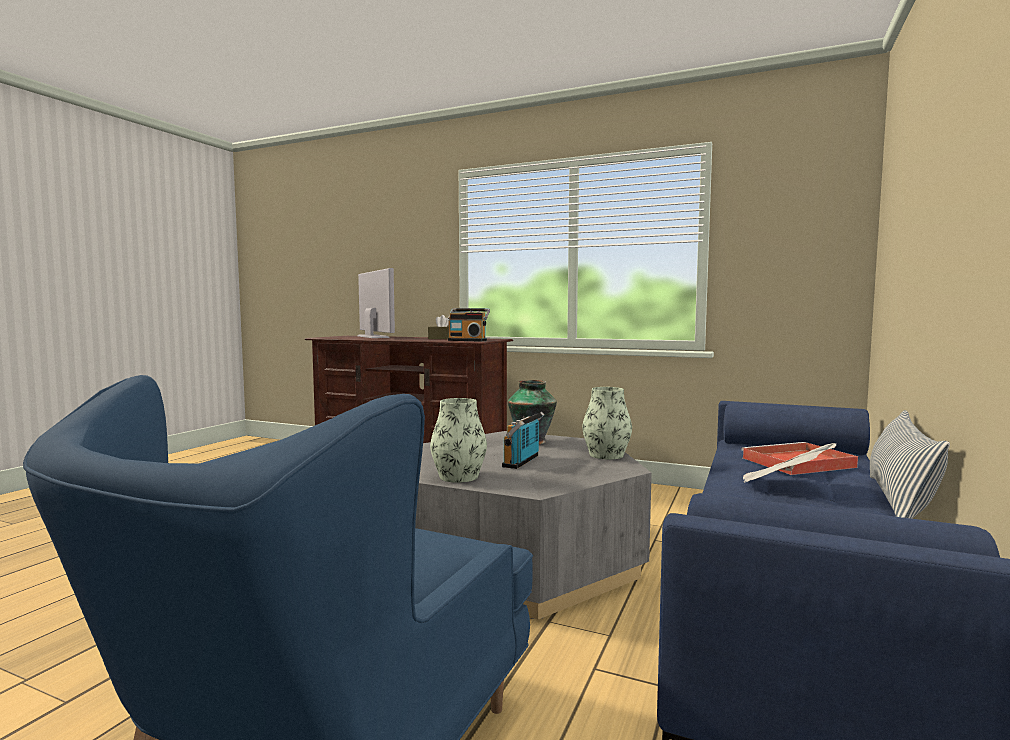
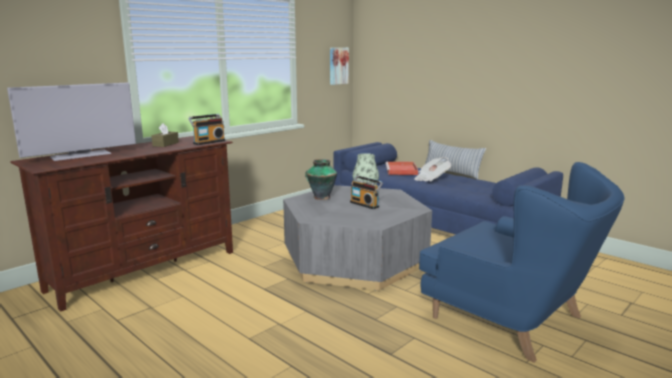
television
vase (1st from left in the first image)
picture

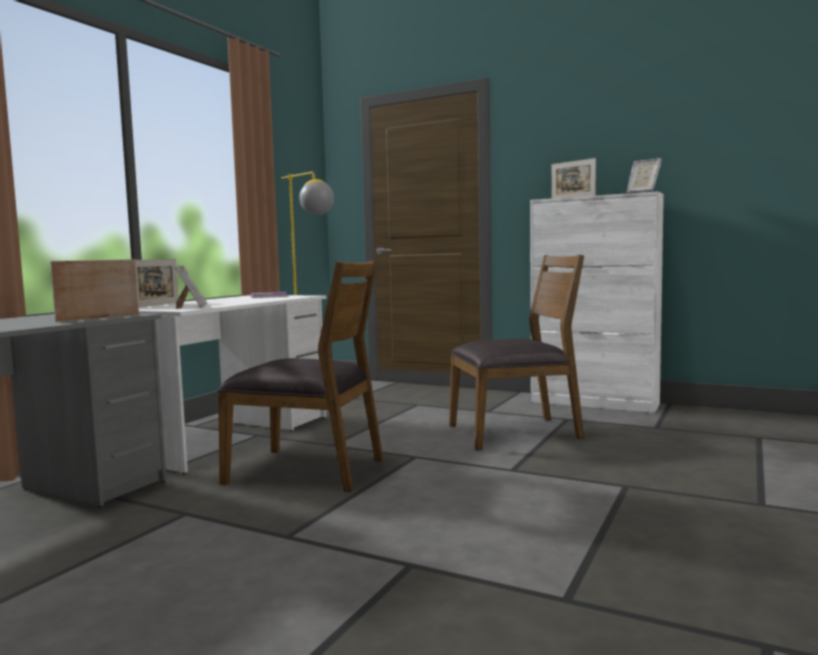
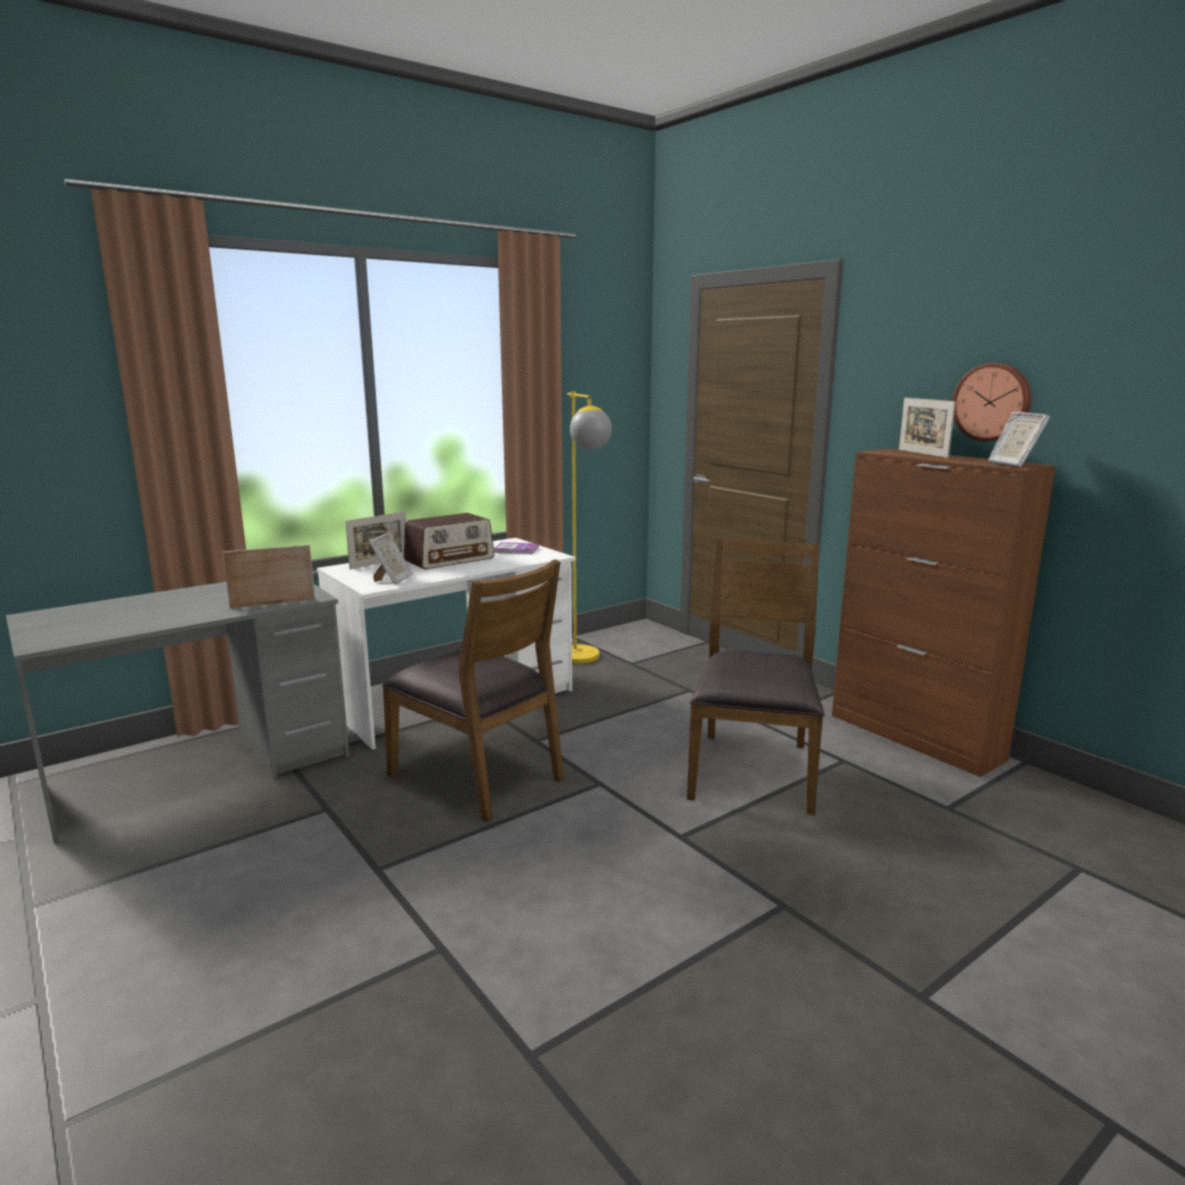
brown cabinet
brown chair (2nd from left)
wall clock
radio

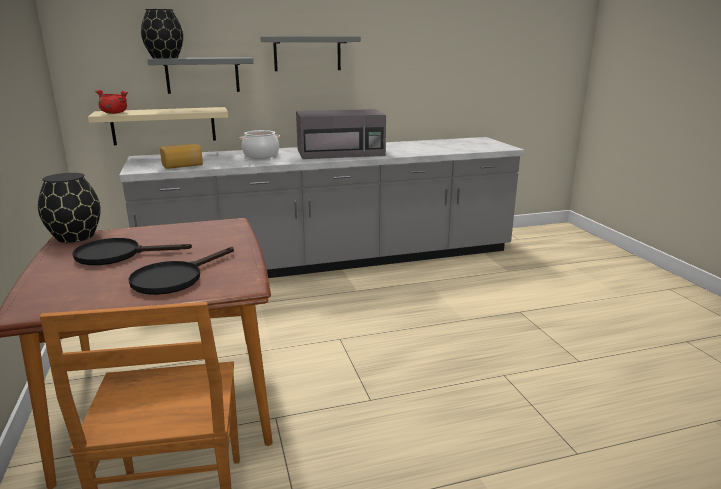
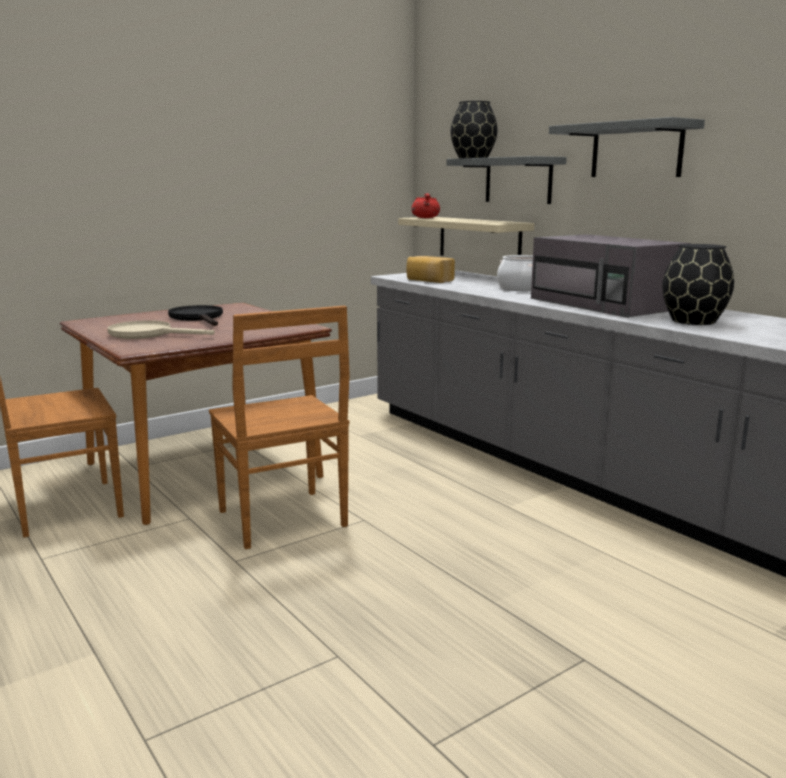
black vase (2nd from left)
beige frying pan
brown chair (2nd from left)

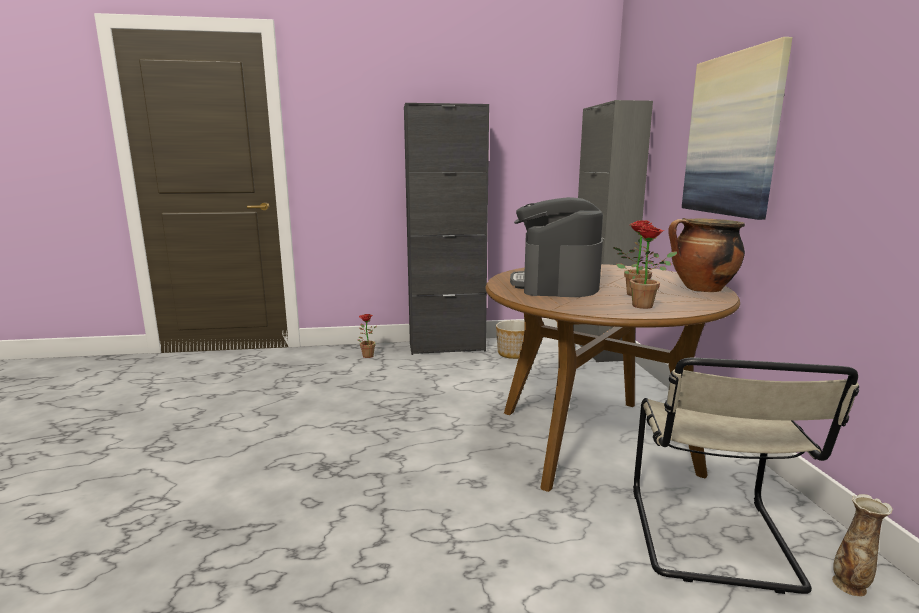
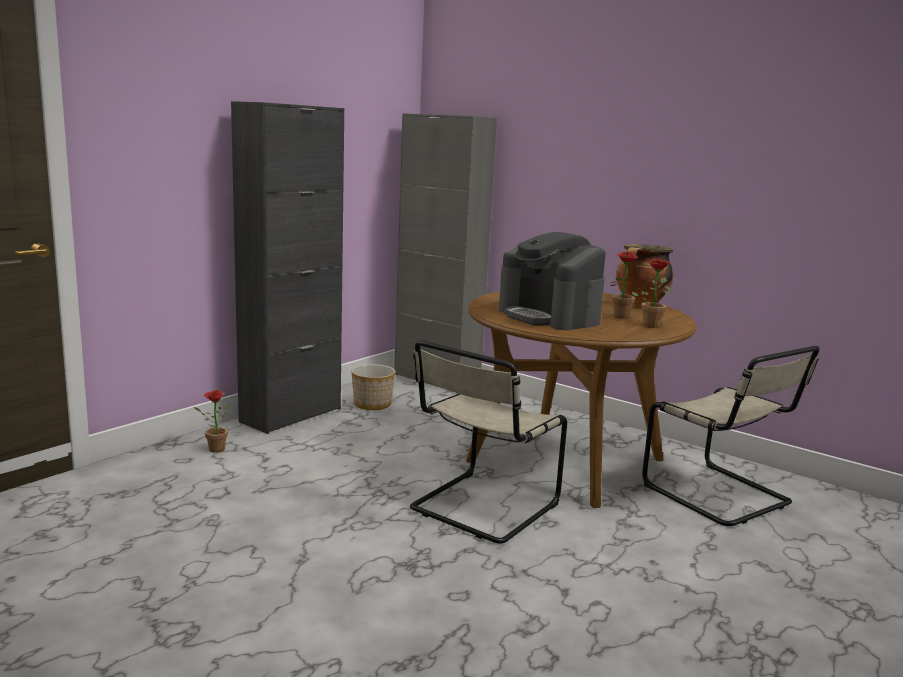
picture
vase
beige chair (1st from left)

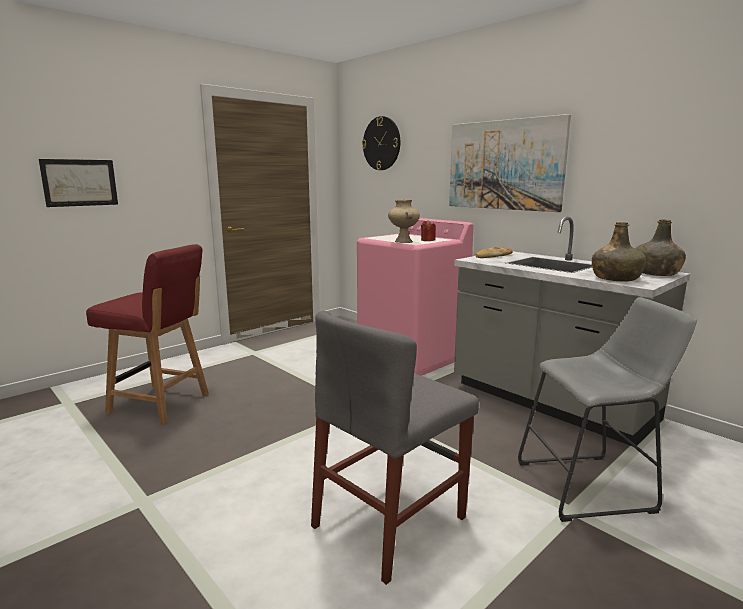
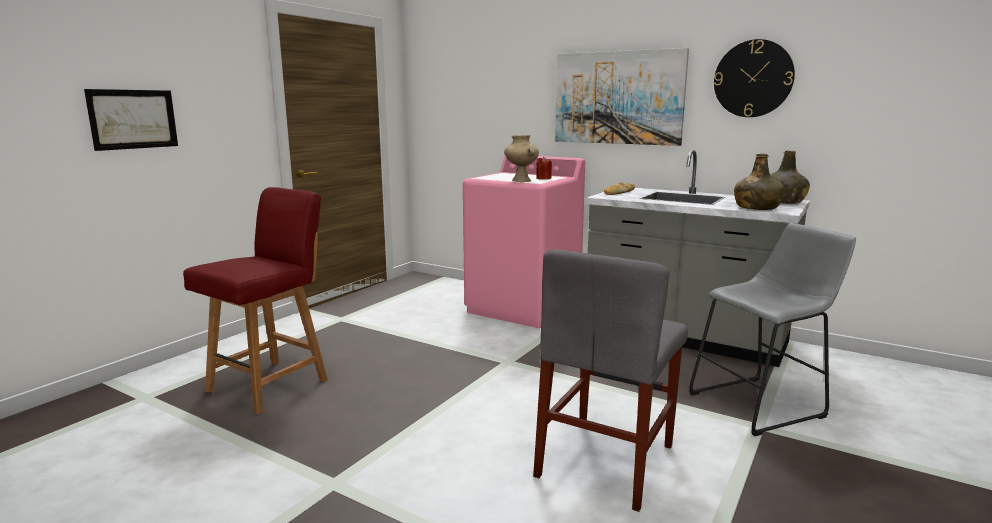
wall clock
red chair

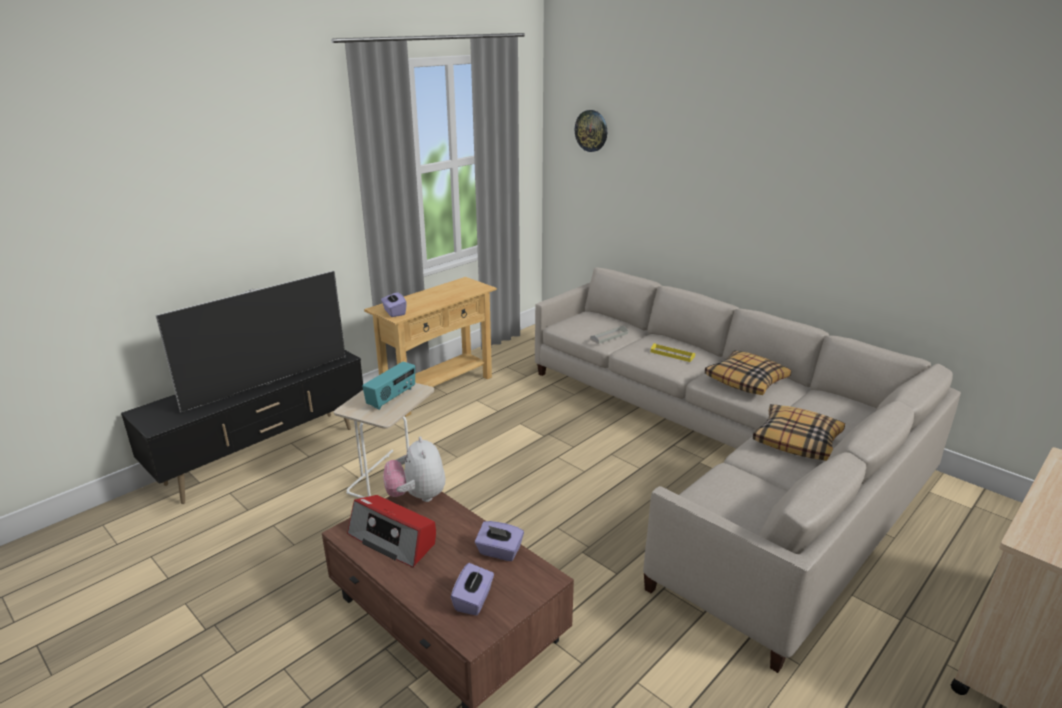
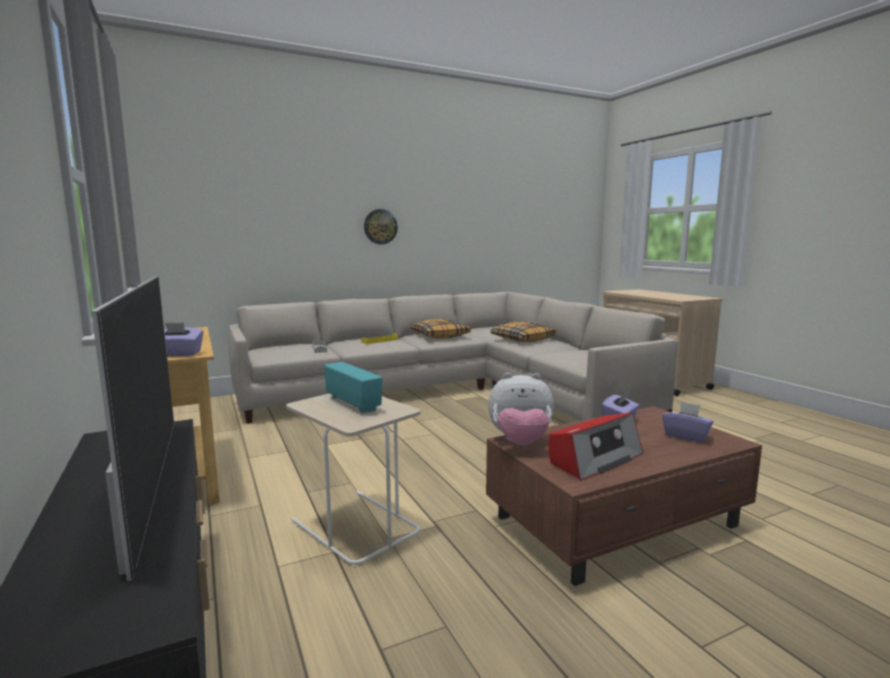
wall clock

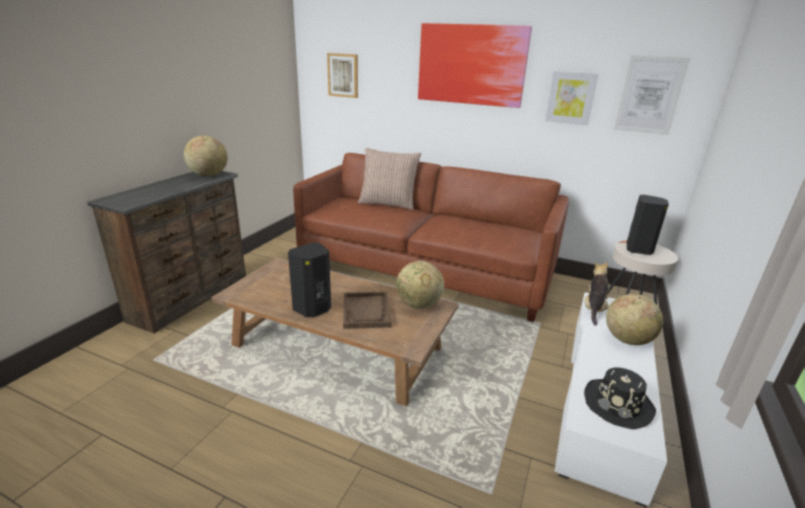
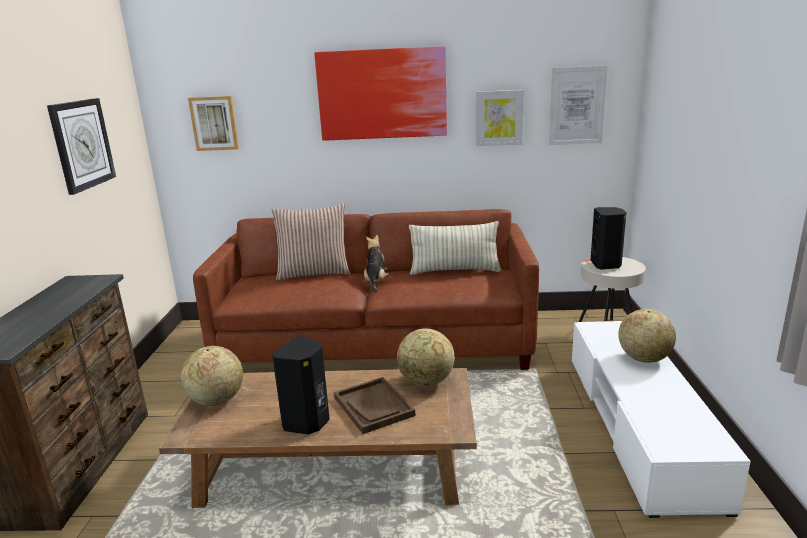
globe (1st from left)
plush toy
black hat
wall clock
pillow (2nd from left)

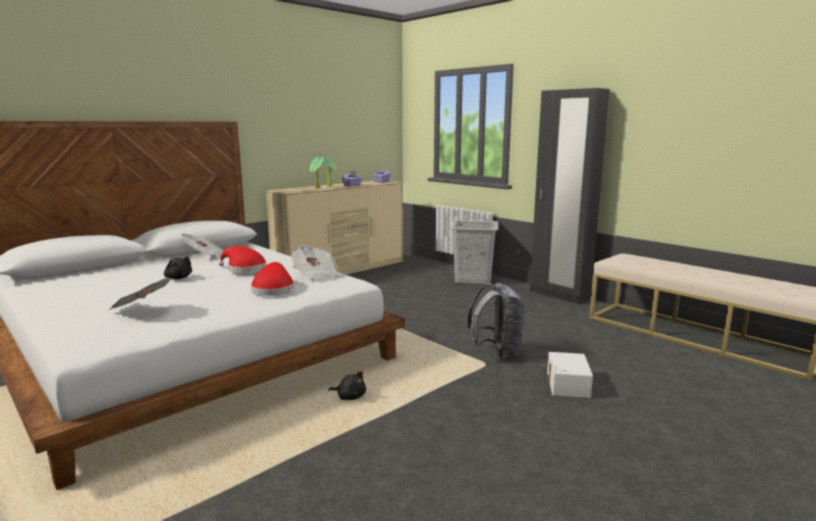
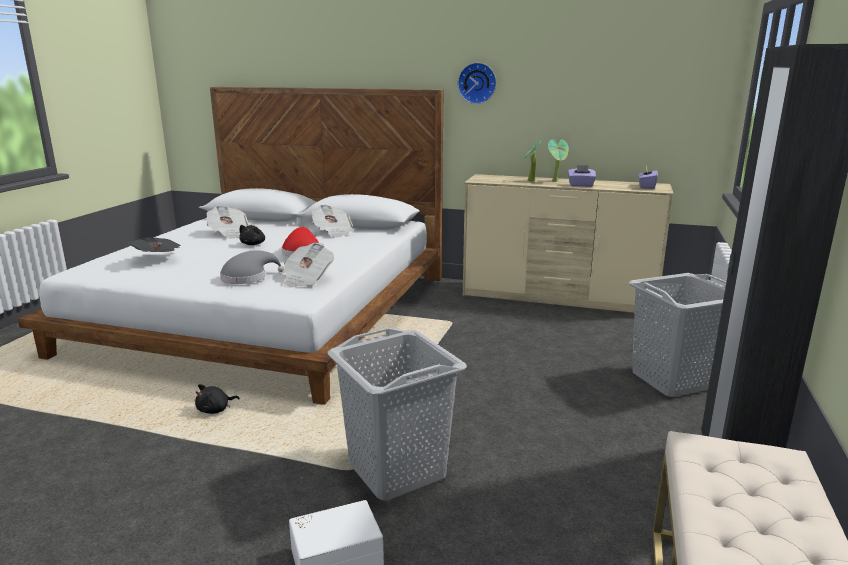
grey hat
grey laundry basket (1st from left)
black plush toy (1st from left)
wall clock
newspaper (2nd from left)

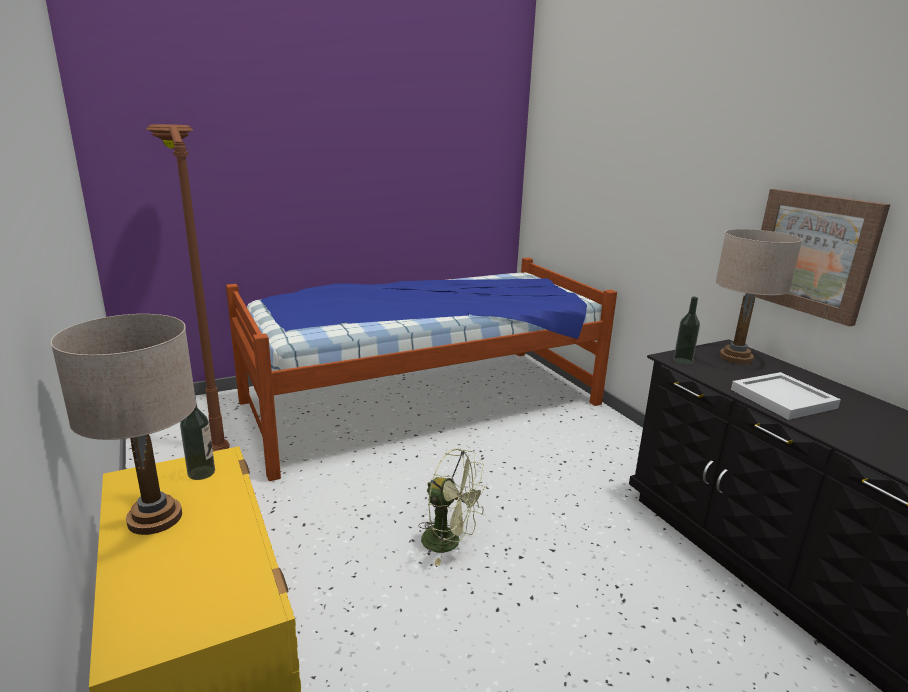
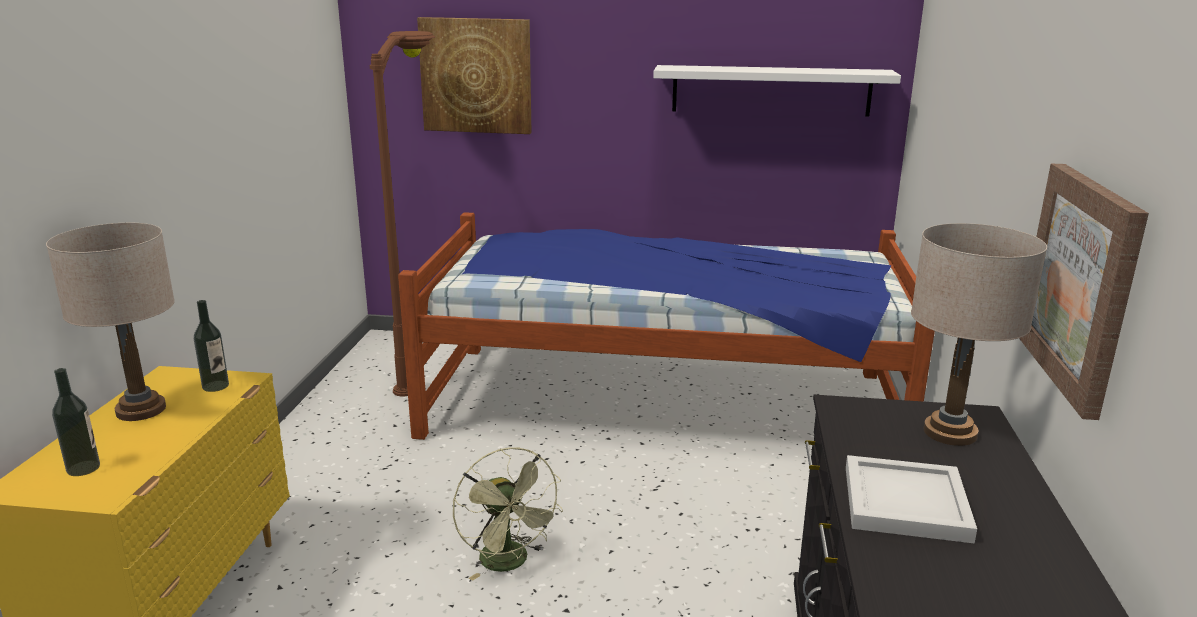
bottle (1st from left)
picture (1st from left)
white shelf

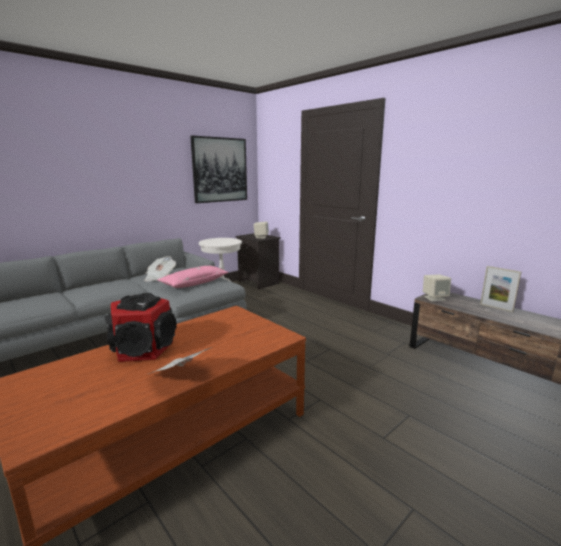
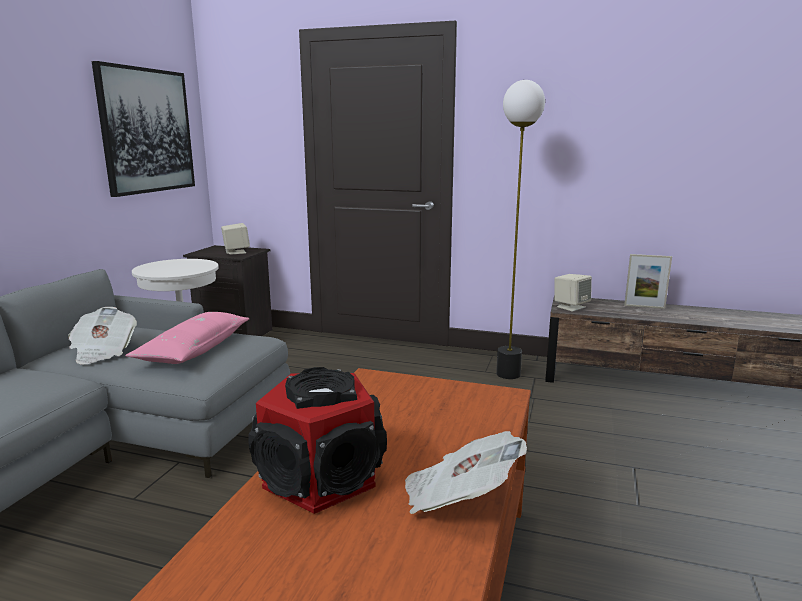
floor lamp

